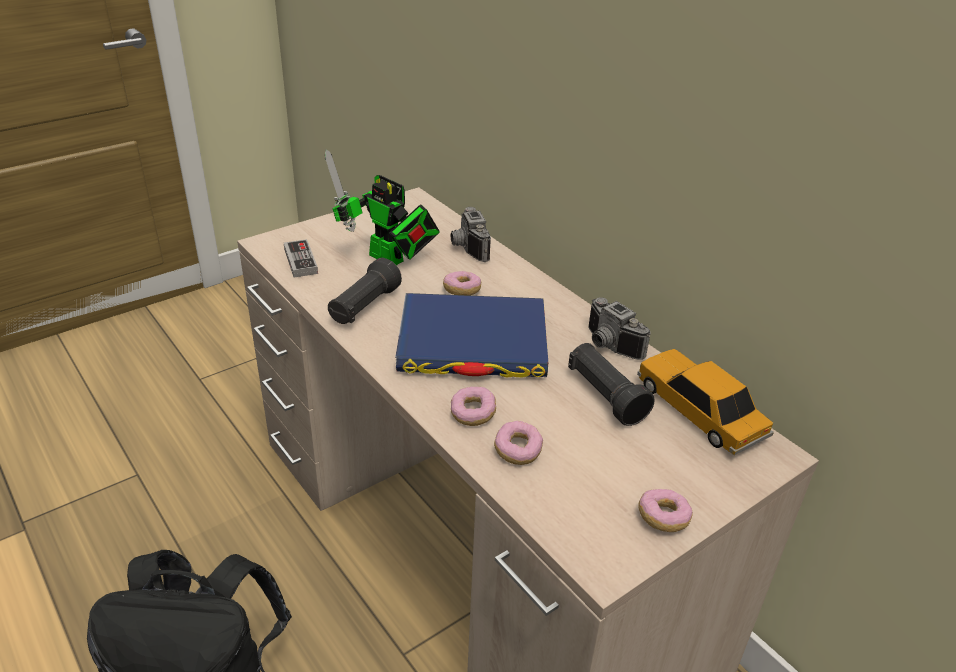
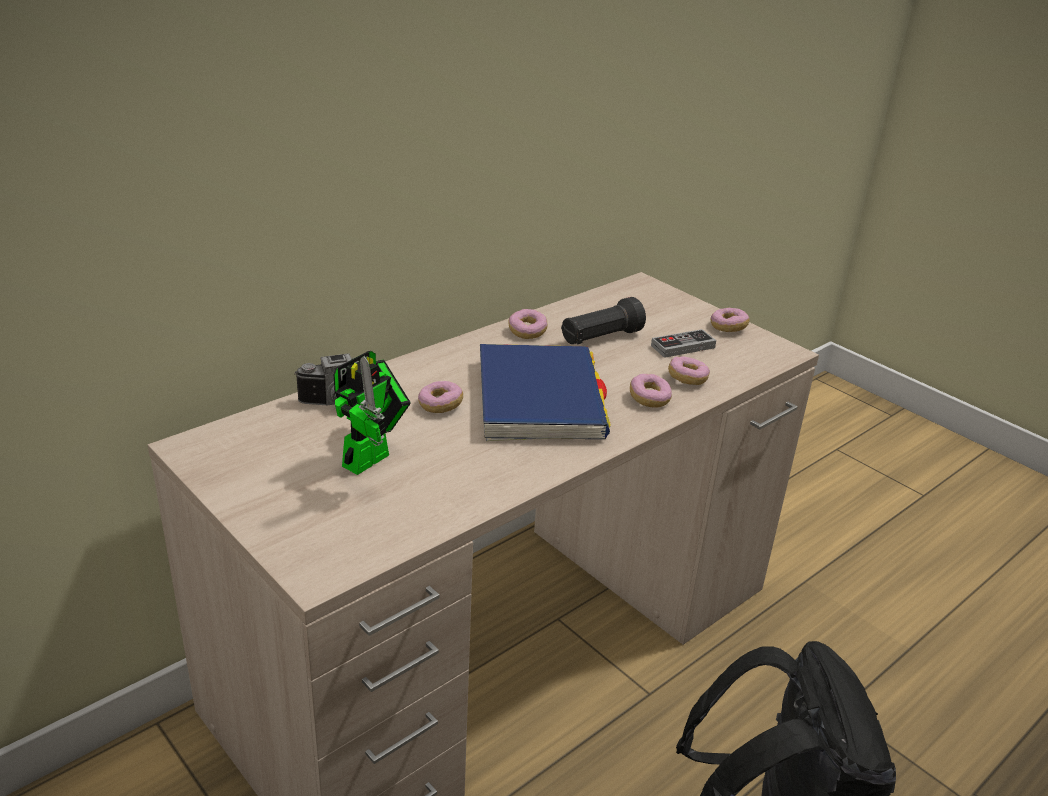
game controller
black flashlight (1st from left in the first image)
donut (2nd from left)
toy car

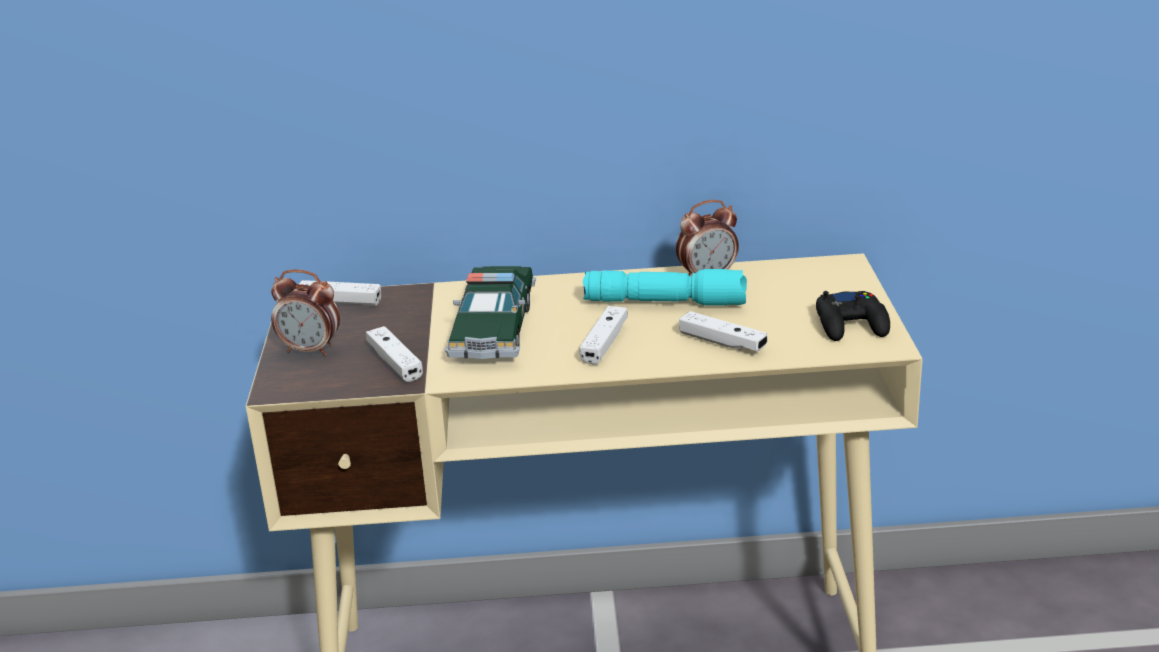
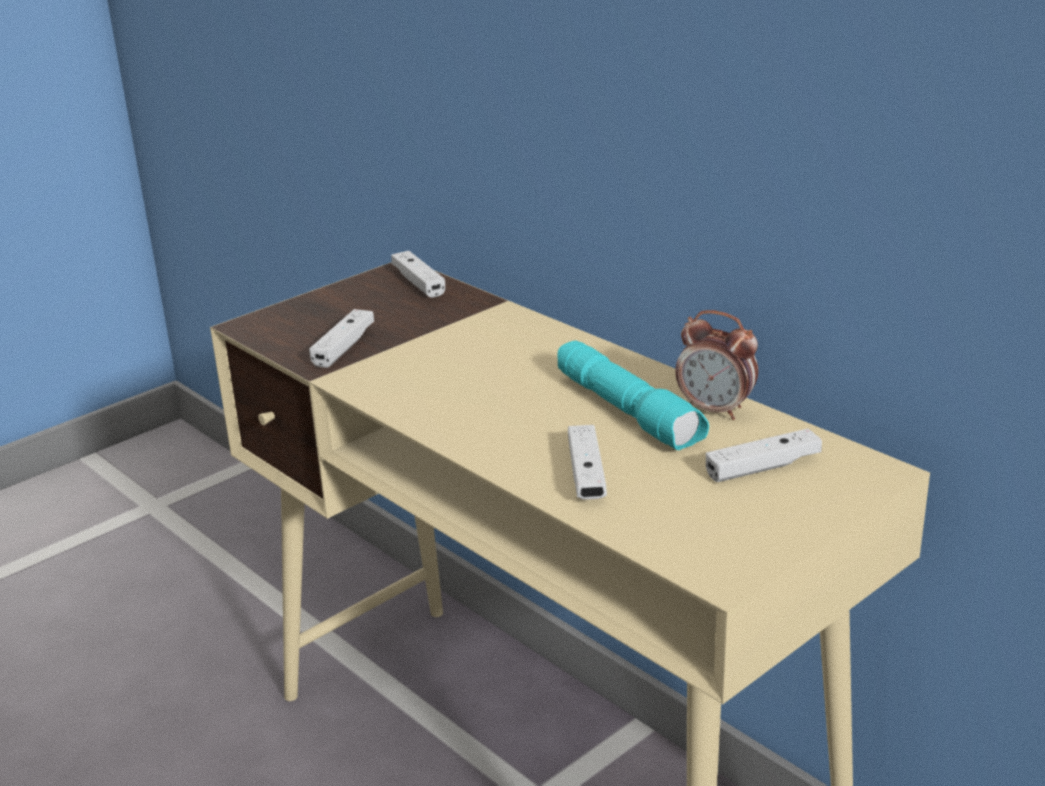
toy car
alarm clock (1st from left in the first image)
black game controller
white game controller (4th from left)

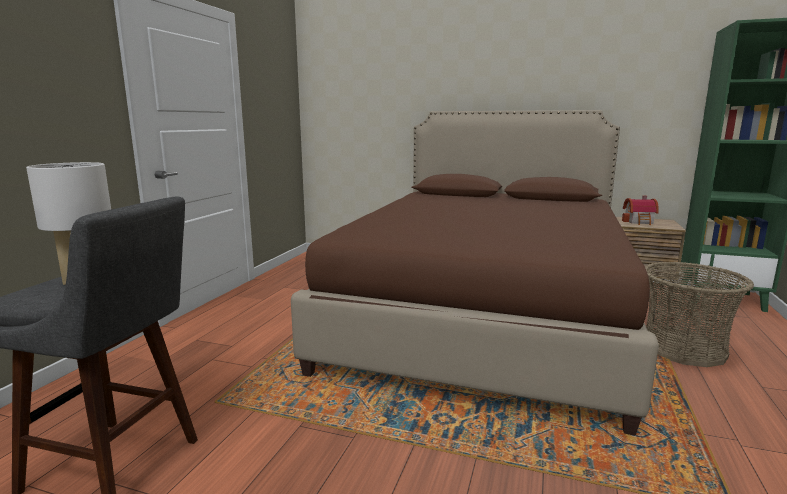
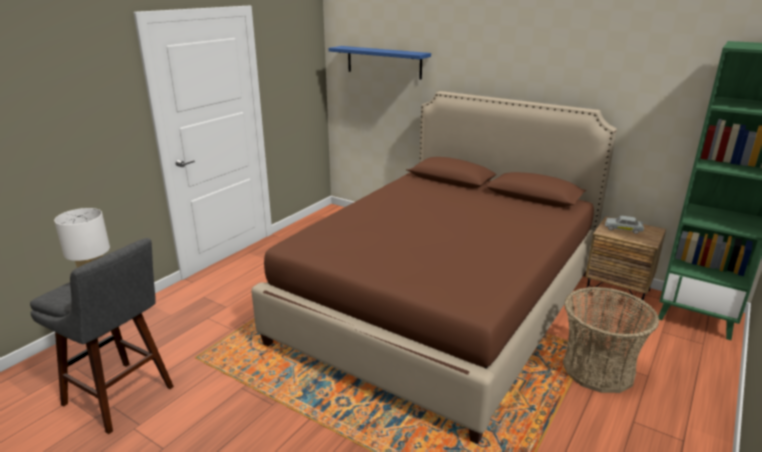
white toy car
blue shelf

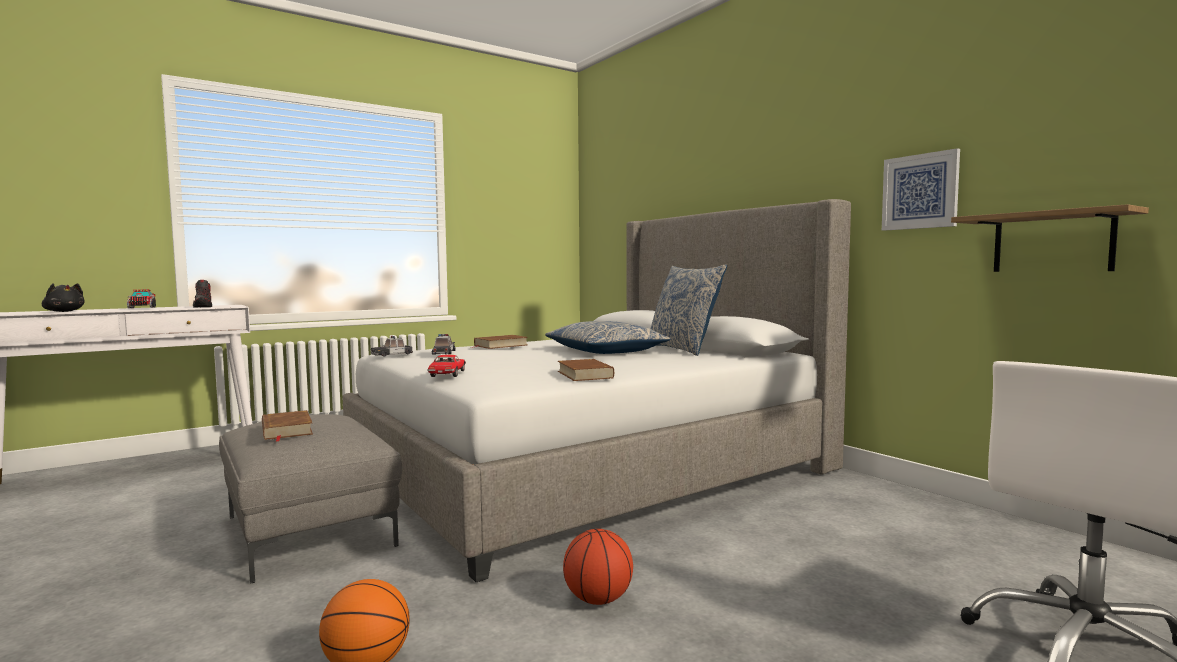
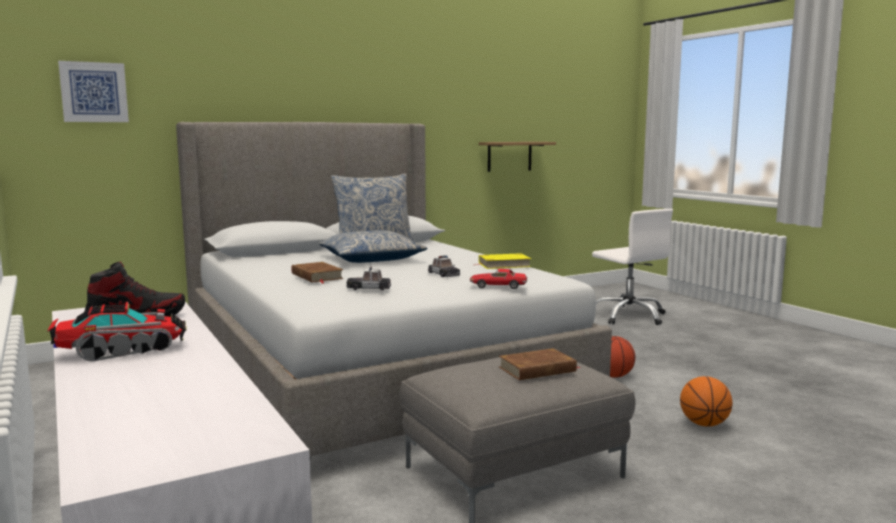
picture
black plush toy
toy car (2nd from left)
yellow book

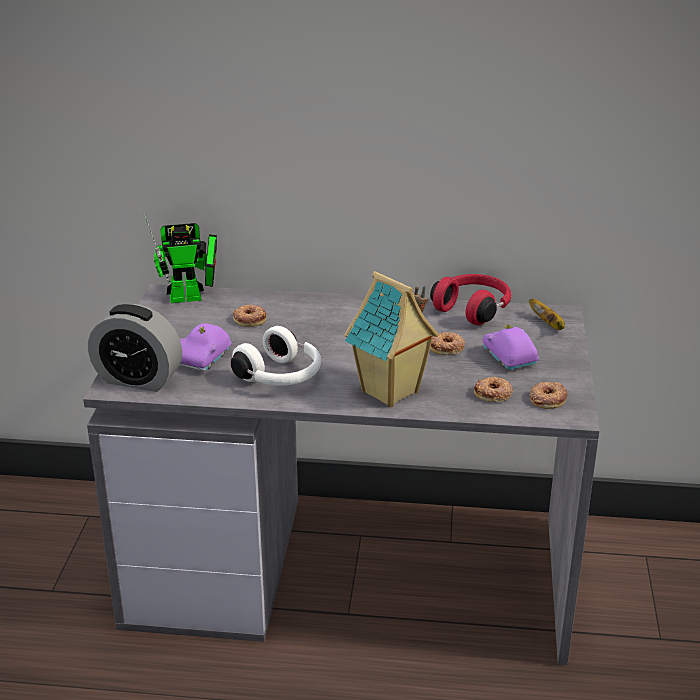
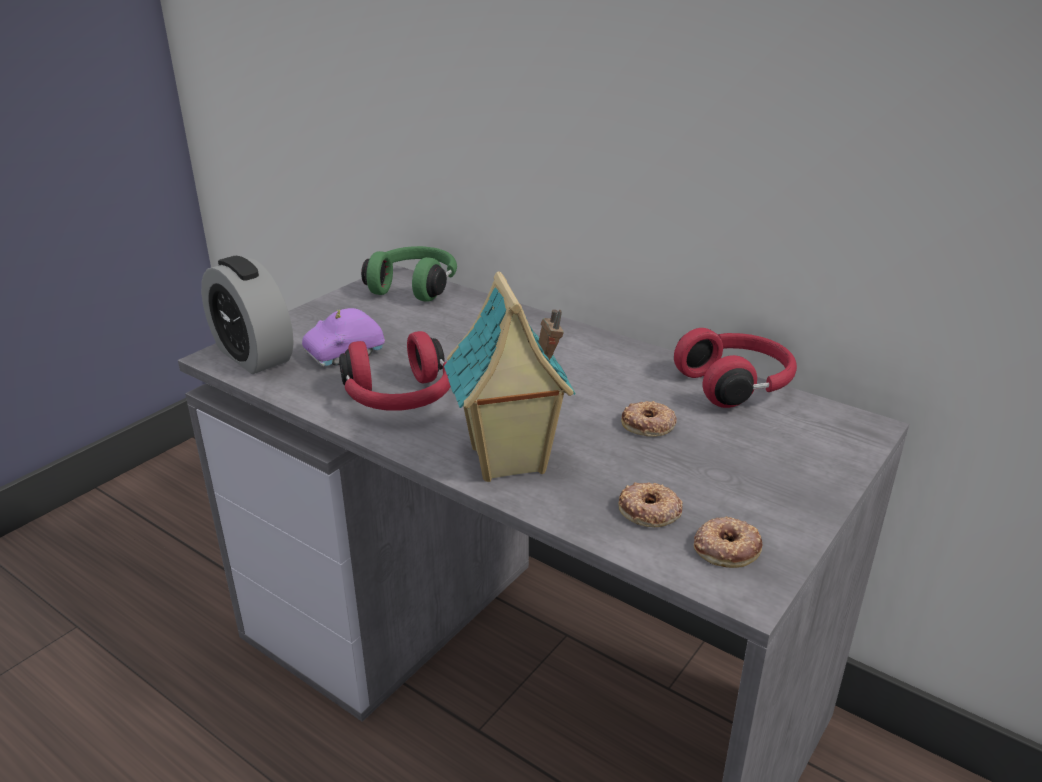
green headphones
banana
donut (1st from left in the first image)
purple toy car (2nd from left in the first image)
red headphones (1st from left)

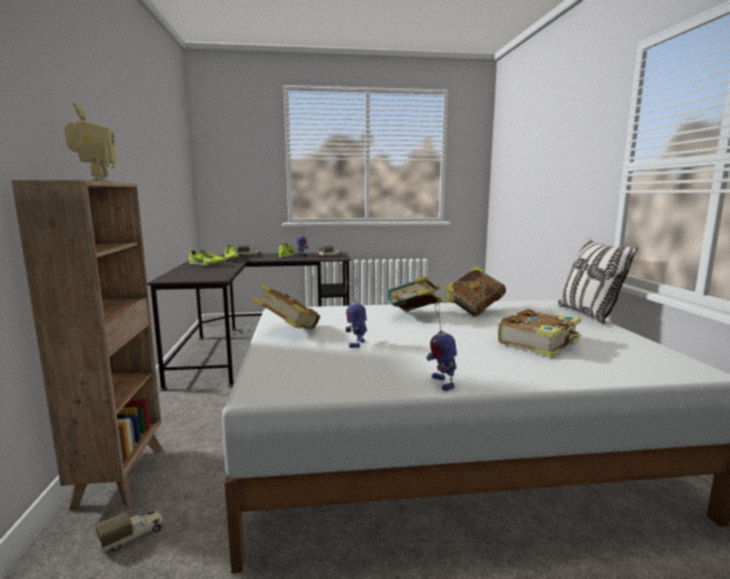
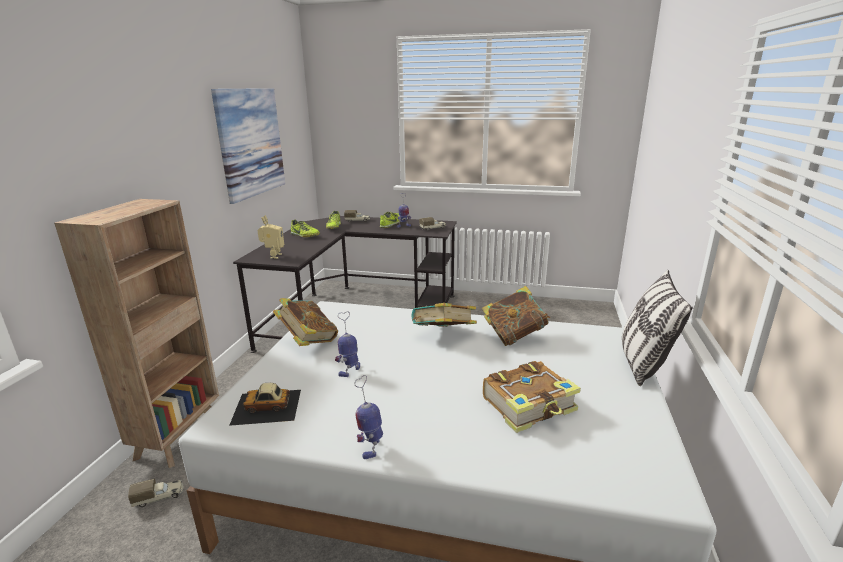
toy robot (1st from left)
picture
toy car

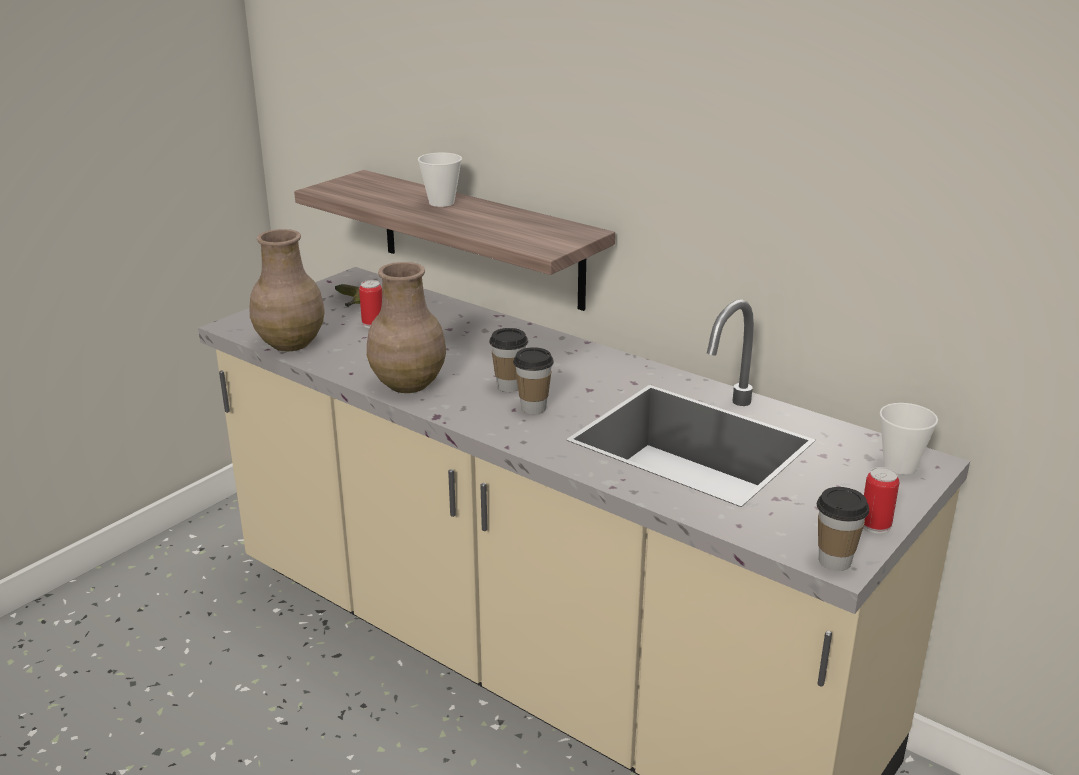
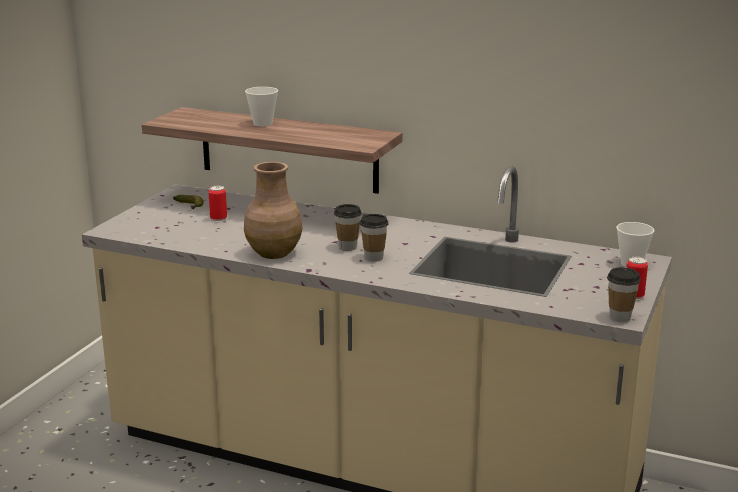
brown vase (1st from left in the first image)

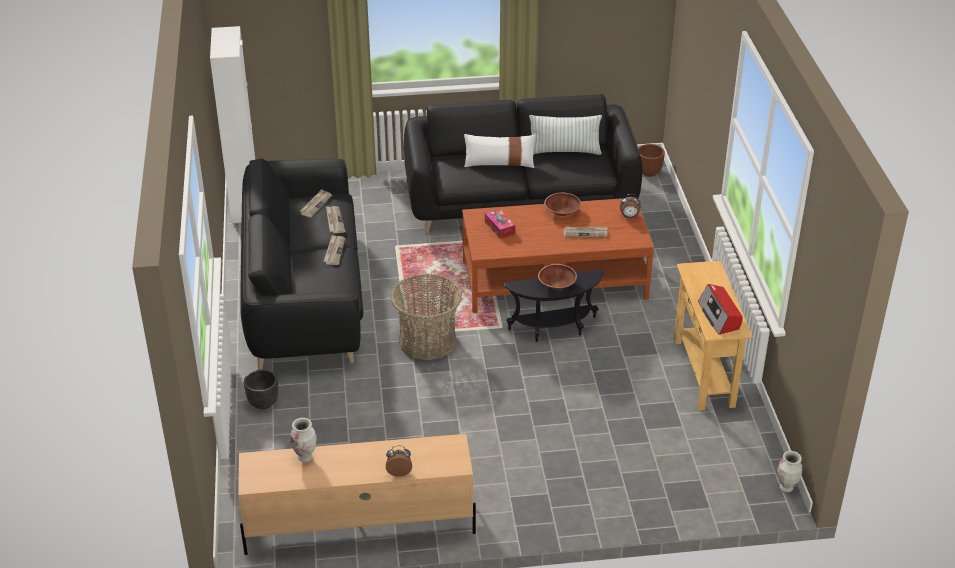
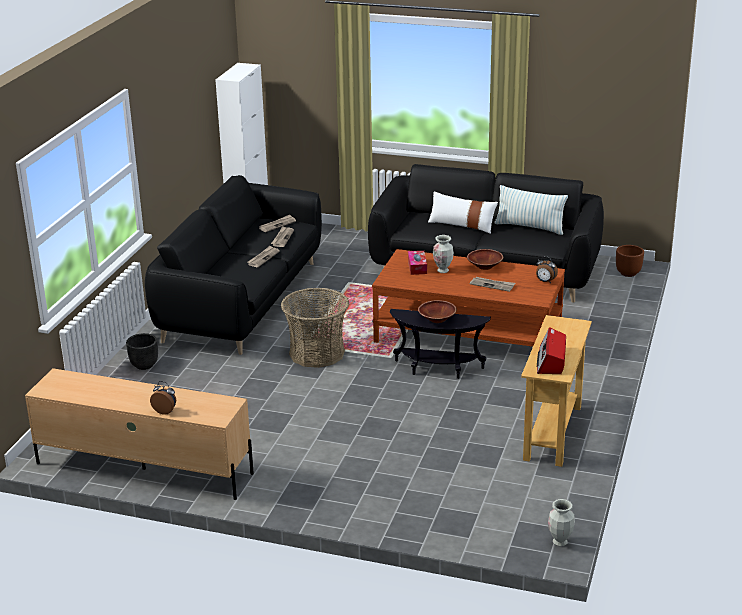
vase (1st from left)

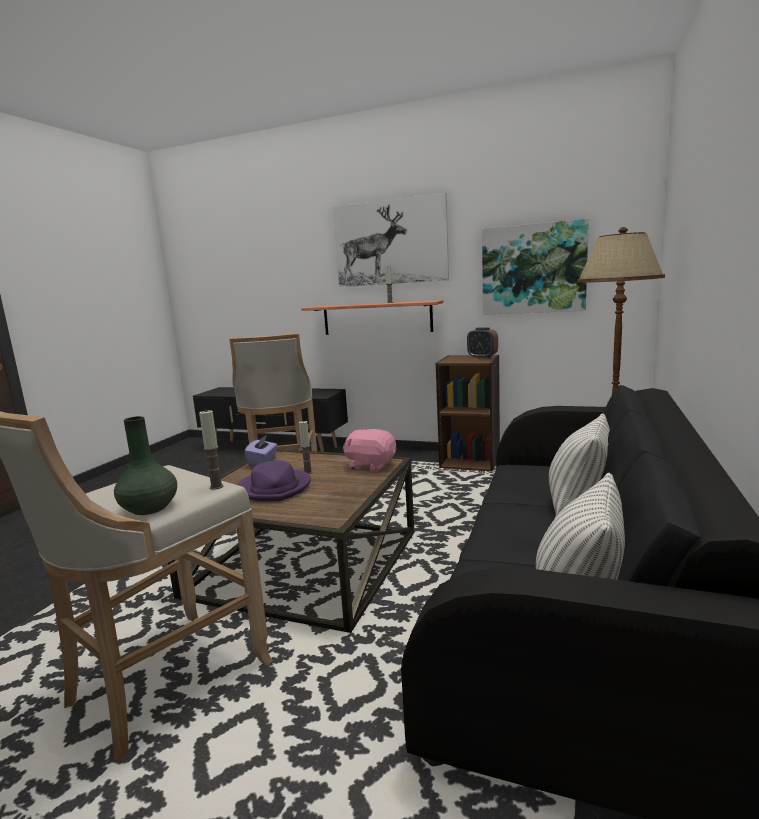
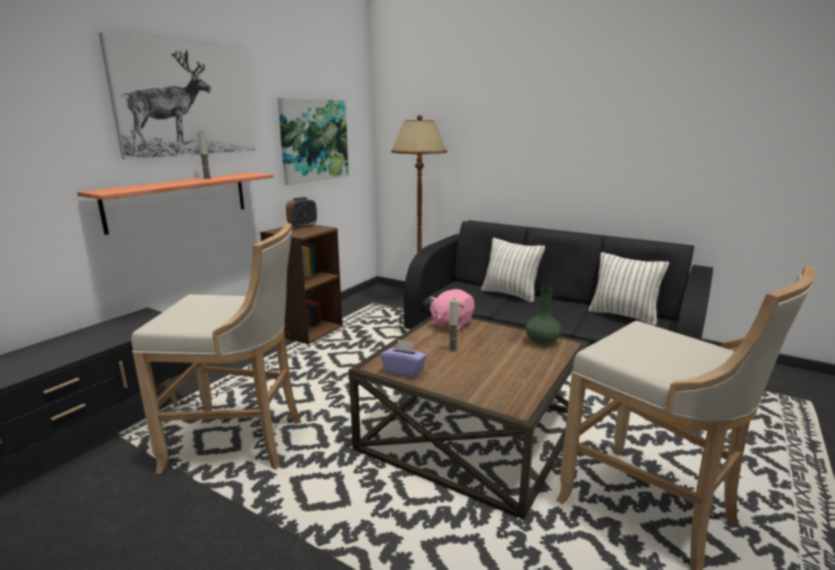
candle (1st from left in the first image)
green vase
purple hat

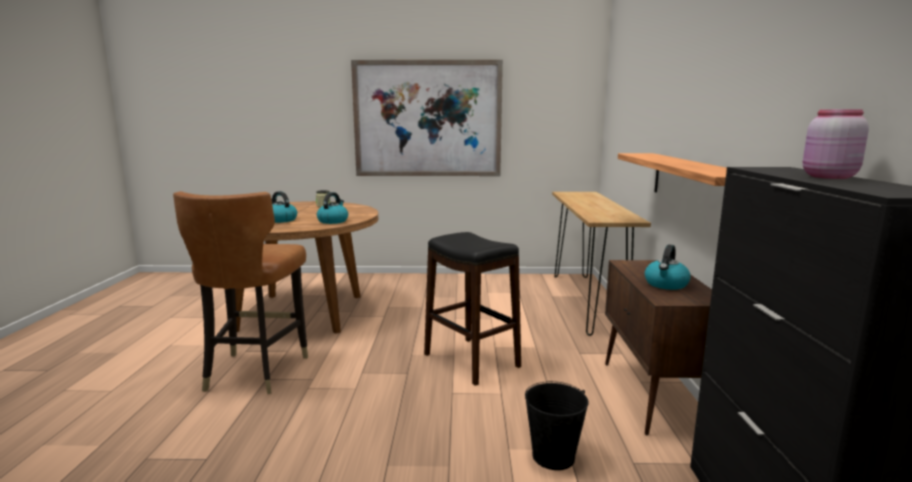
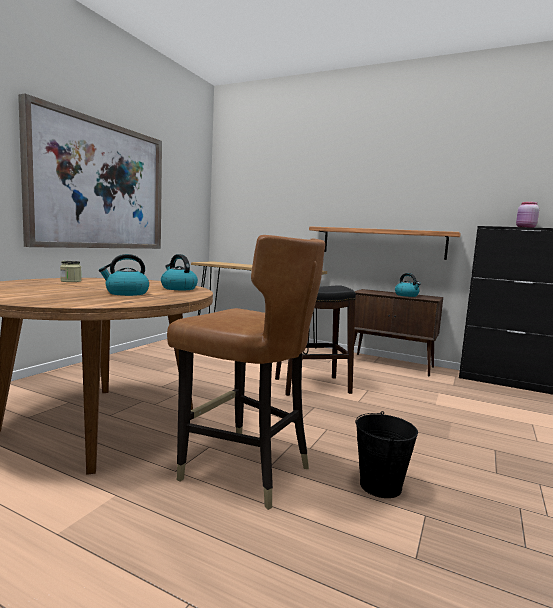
black bucket

